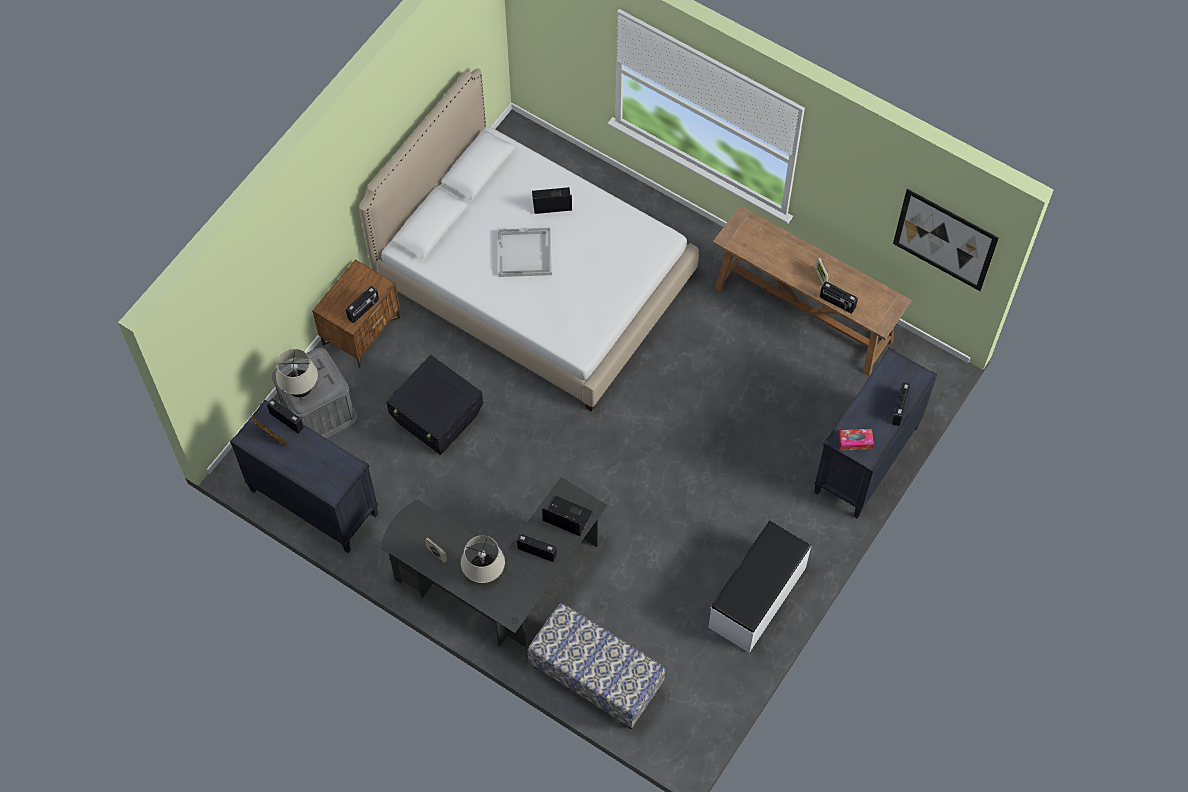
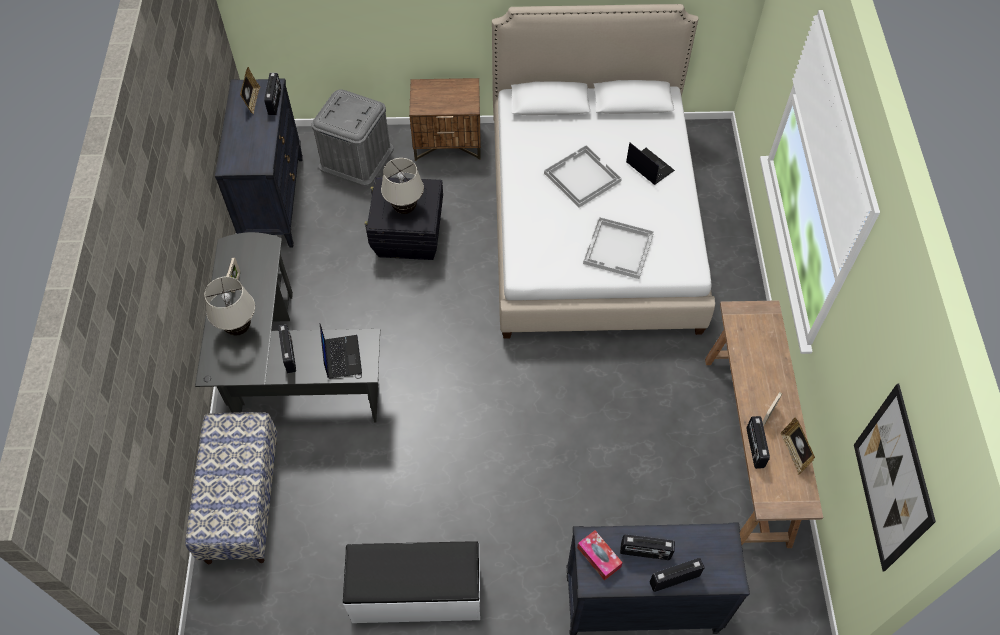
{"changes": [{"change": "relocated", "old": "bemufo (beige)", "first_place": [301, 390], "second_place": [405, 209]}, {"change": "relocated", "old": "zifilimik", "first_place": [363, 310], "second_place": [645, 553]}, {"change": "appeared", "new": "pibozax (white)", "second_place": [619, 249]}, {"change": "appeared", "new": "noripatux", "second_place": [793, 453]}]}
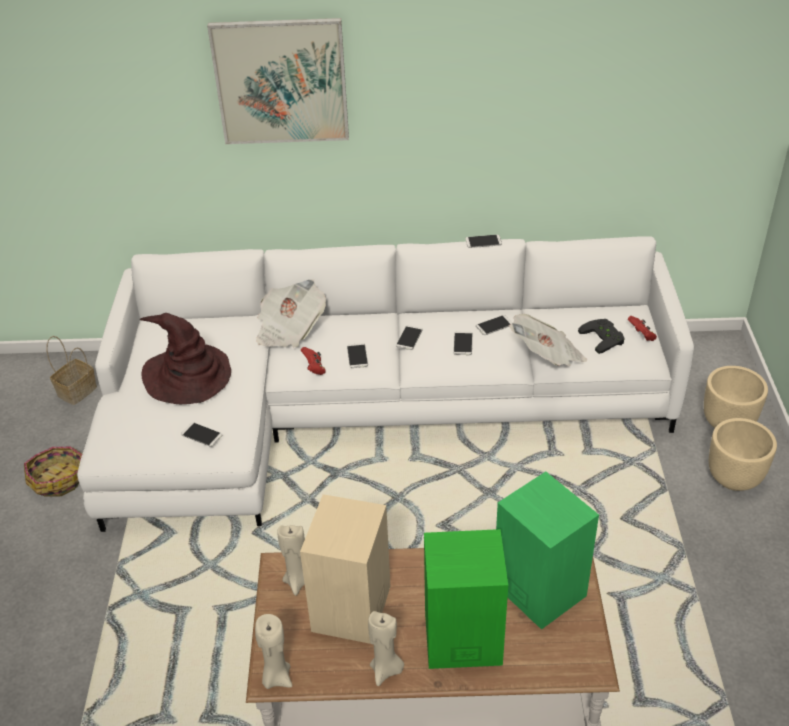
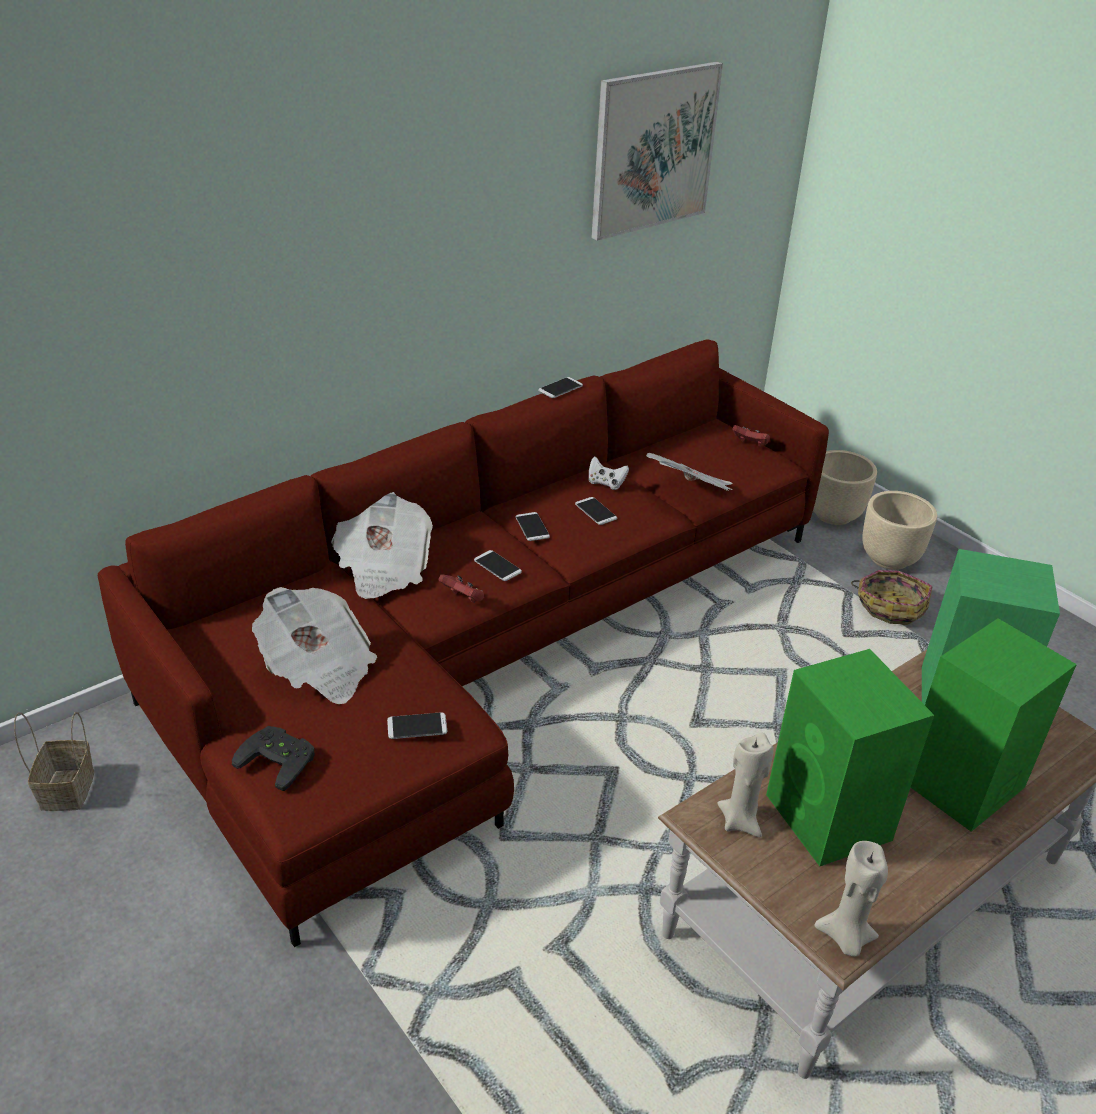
{"changes": [{"change": "relocated", "old": "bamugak", "first_place": [59, 478], "second_place": [890, 606]}, {"change": "colour", "old": "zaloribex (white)", "new": "zaloribex (red)", "first_place": [366, 409], "second_place": [487, 644]}, {"change": "exchanged", "old": "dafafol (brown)", "new": "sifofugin", "first_place": [188, 376], "second_place": [318, 668]}, {"change": "relocated", "old": "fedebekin", "first_place": [281, 81], "second_place": [653, 150]}, {"change": "colour", "old": "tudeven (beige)", "new": "tudeven (green)", "first_place": [350, 610], "second_place": [830, 819]}, {"change": "missing", "old": "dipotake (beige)", "first_place": [386, 670]}, {"change": "exchanged", "old": "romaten", "new": "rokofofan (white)", "first_place": [494, 325], "second_place": [606, 483]}, {"change": "relocated", "old": "rokofofan (black)", "first_place": [604, 338], "second_place": [280, 758]}]}
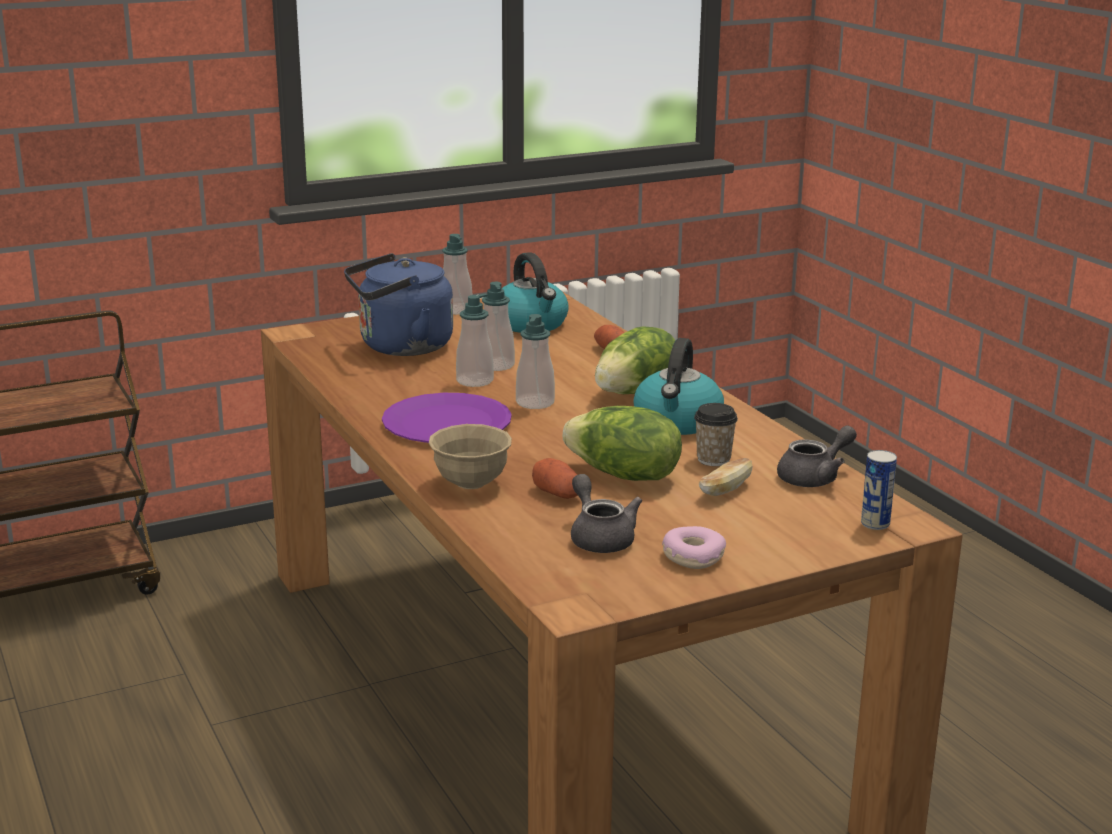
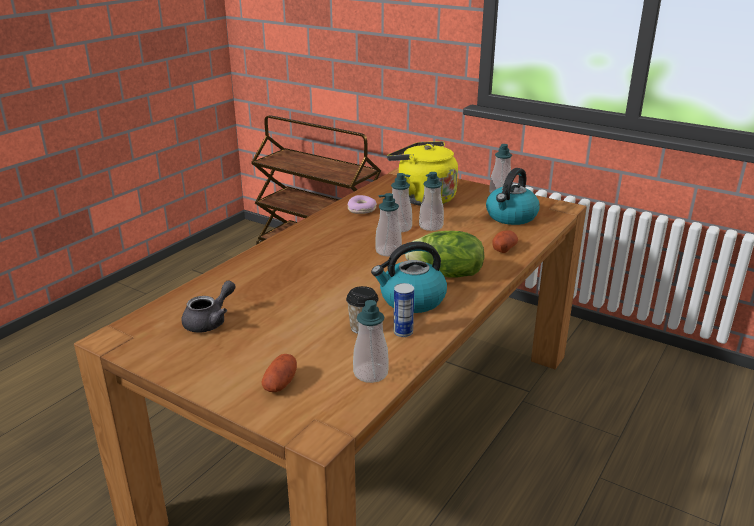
{"changes": [{"change": "colour", "old": "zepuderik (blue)", "new": "zepuderik (yellow)", "first_place": [400, 347], "second_place": [422, 198]}, {"change": "missing", "old": "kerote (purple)", "first_place": [446, 423]}, {"change": "missing", "old": "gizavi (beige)", "first_place": [471, 483]}, {"change": "relocated", "old": "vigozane", "first_place": [557, 493], "second_place": [280, 383]}, {"change": "missing", "old": "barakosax", "first_place": [623, 475]}, {"change": "relocated", "old": "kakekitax", "first_place": [693, 557], "second_place": [362, 209]}, {"change": "missing", "old": "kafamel", "first_place": [724, 490]}, {"change": "exchanged", "old": "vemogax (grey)", "new": "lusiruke", "first_place": [815, 477], "second_place": [370, 373]}, {"change": "relocated", "old": "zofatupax", "first_place": [875, 524], "second_place": [403, 332]}]}
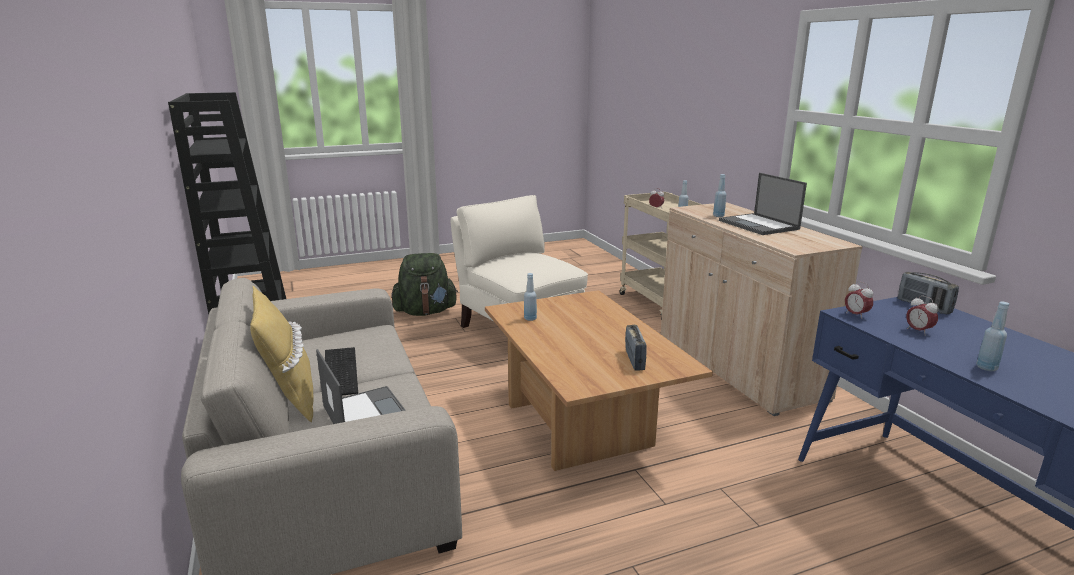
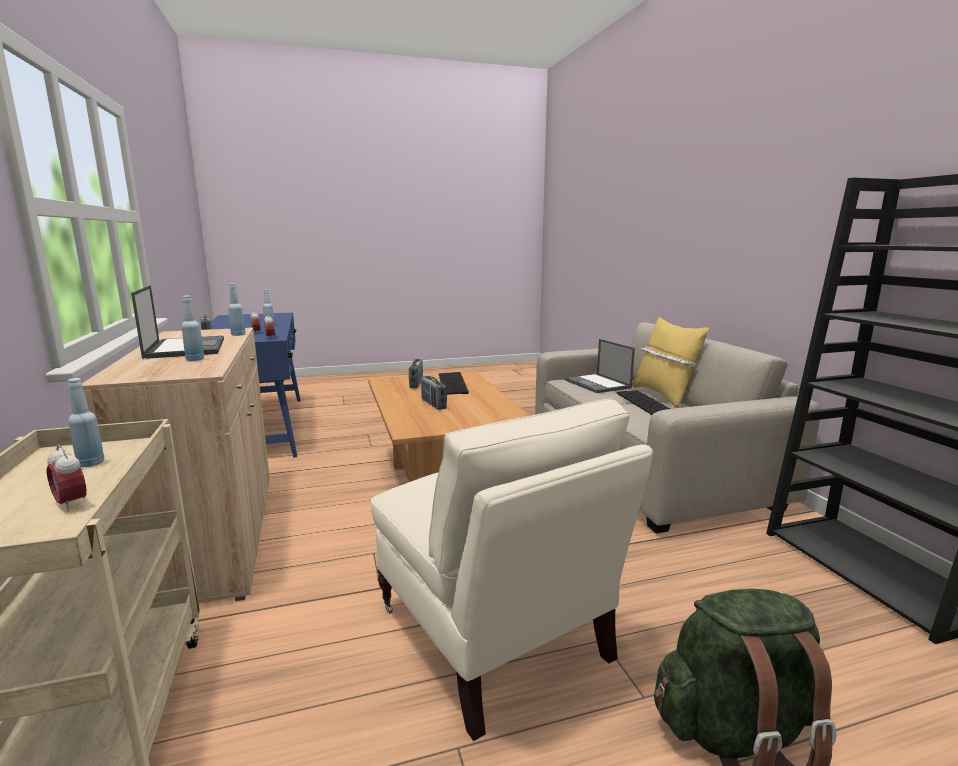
{"changes": [{"change": "relocated", "old": "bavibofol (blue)", "first_place": [530, 319], "second_place": [238, 334]}, {"change": "appeared", "new": "zifilimik", "second_place": [433, 404]}, {"change": "appeared", "new": "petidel", "second_place": [454, 383]}]}
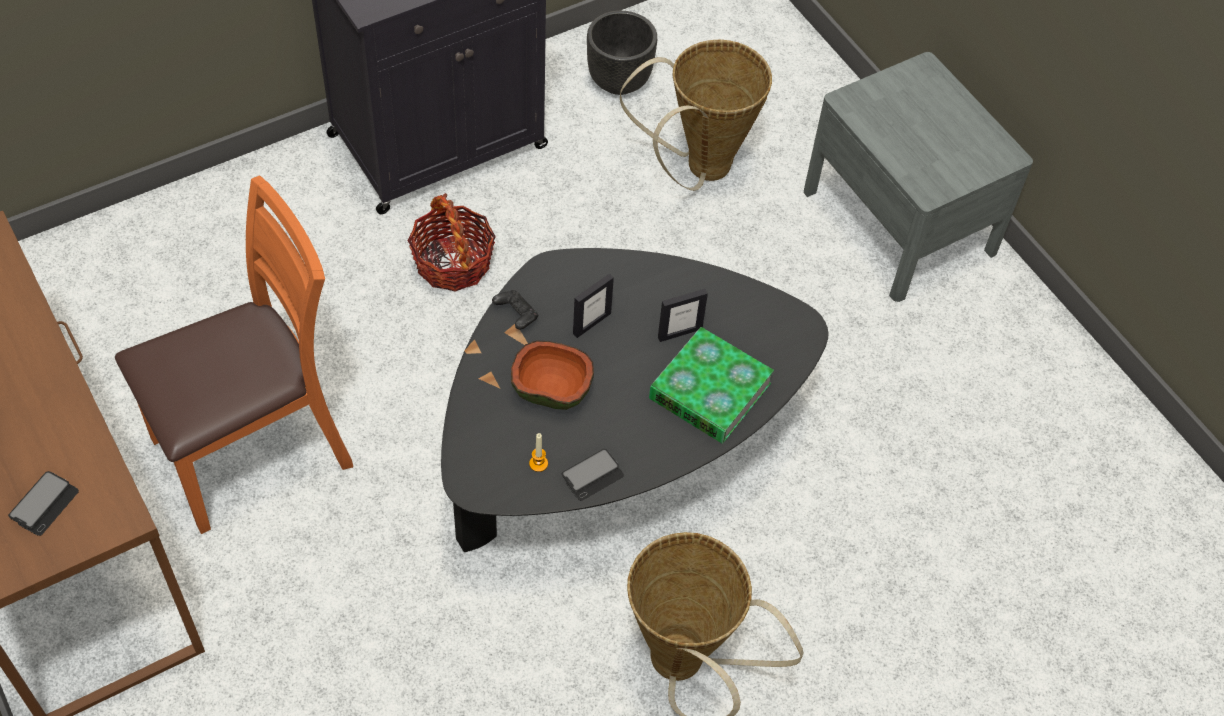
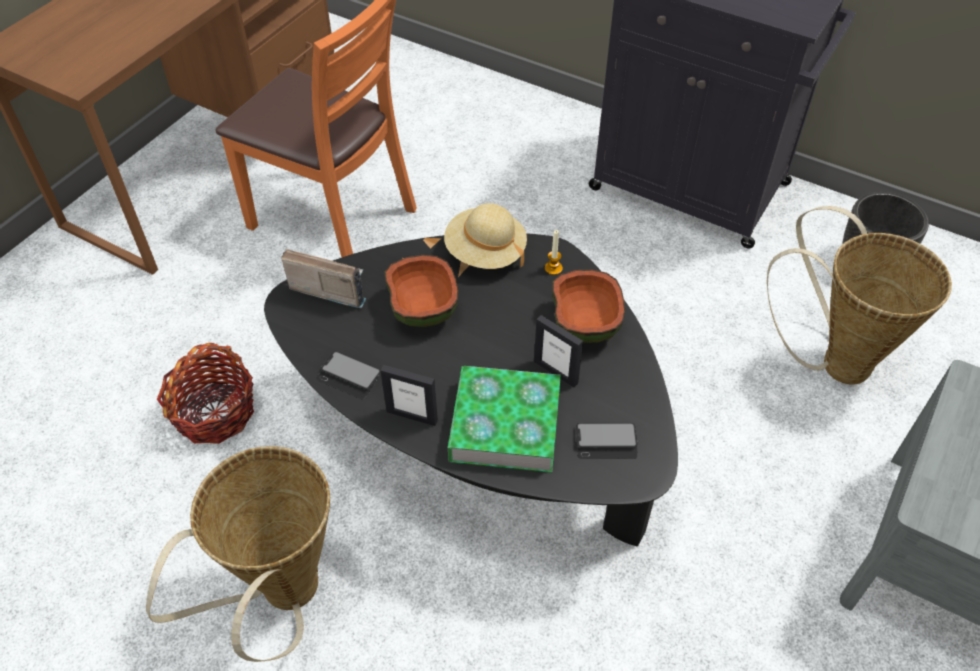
{"changes": [{"change": "relocated", "old": "romaten", "first_place": [44, 504], "second_place": [606, 442]}, {"change": "relocated", "old": "bamugak", "first_place": [452, 262], "second_place": [214, 412]}, {"change": "exchanged", "old": "rokofofan (black)", "new": "dafafol (beige)", "first_place": [516, 315], "second_place": [485, 252]}, {"change": "relocated", "old": "dipotake", "first_place": [538, 464], "second_place": [553, 268]}, {"change": "relocated", "old": "noripatux", "first_place": [591, 323], "second_place": [412, 415]}, {"change": "appeared", "new": "zifilimik", "second_place": [329, 287]}, {"change": "appeared", "new": "gizavi", "second_place": [584, 323]}]}
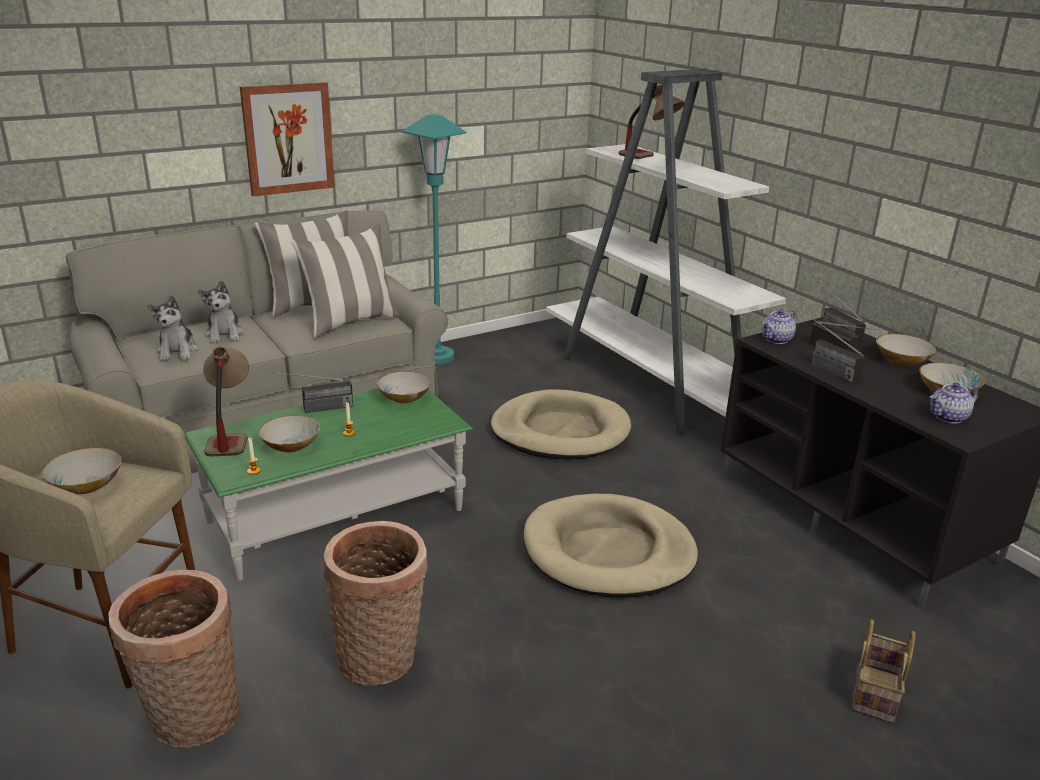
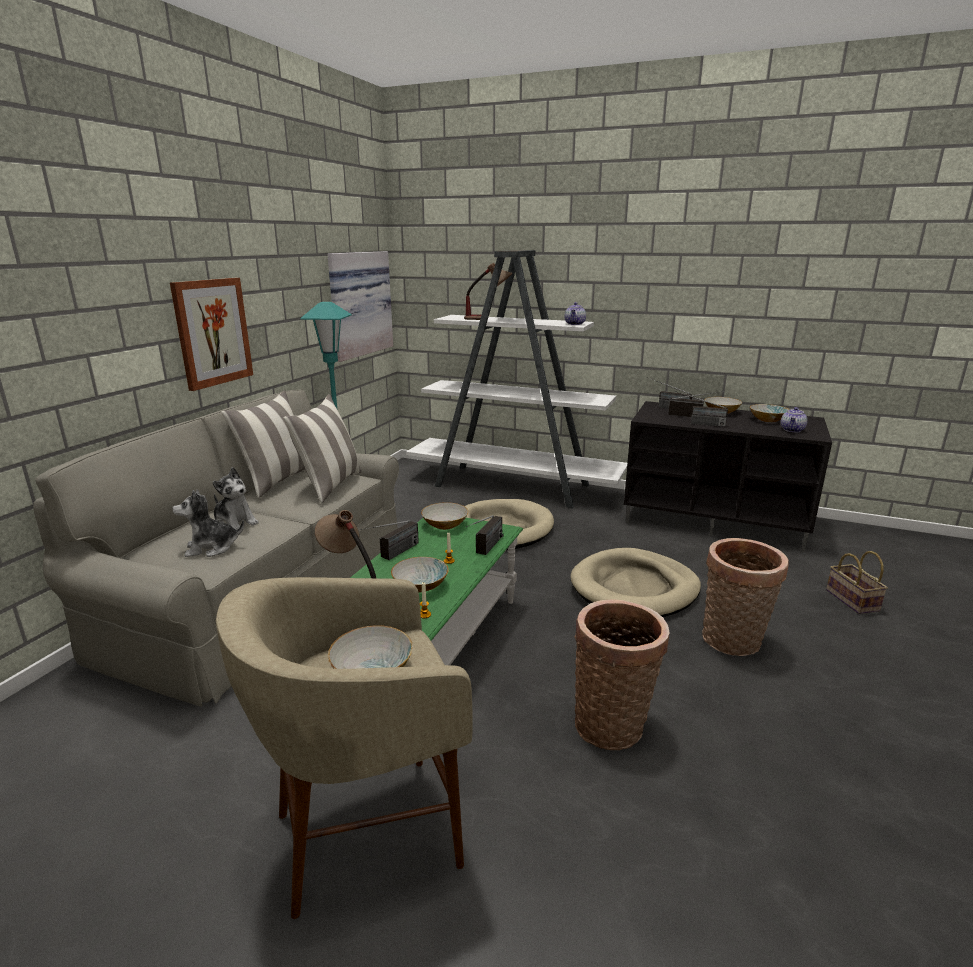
{"changes": [{"change": "relocated", "old": "bamugak", "first_place": [191, 720], "second_place": [732, 642]}, {"change": "spun", "old": "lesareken", "first_place": [178, 351], "second_place": [211, 548], "degrees": 120}, {"change": "relocated", "old": "vemogax", "first_place": [776, 339], "second_place": [575, 324]}, {"change": "appeared", "new": "fedebekin", "second_place": [358, 304]}, {"change": "appeared", "new": "zifilimik", "second_place": [486, 550]}]}
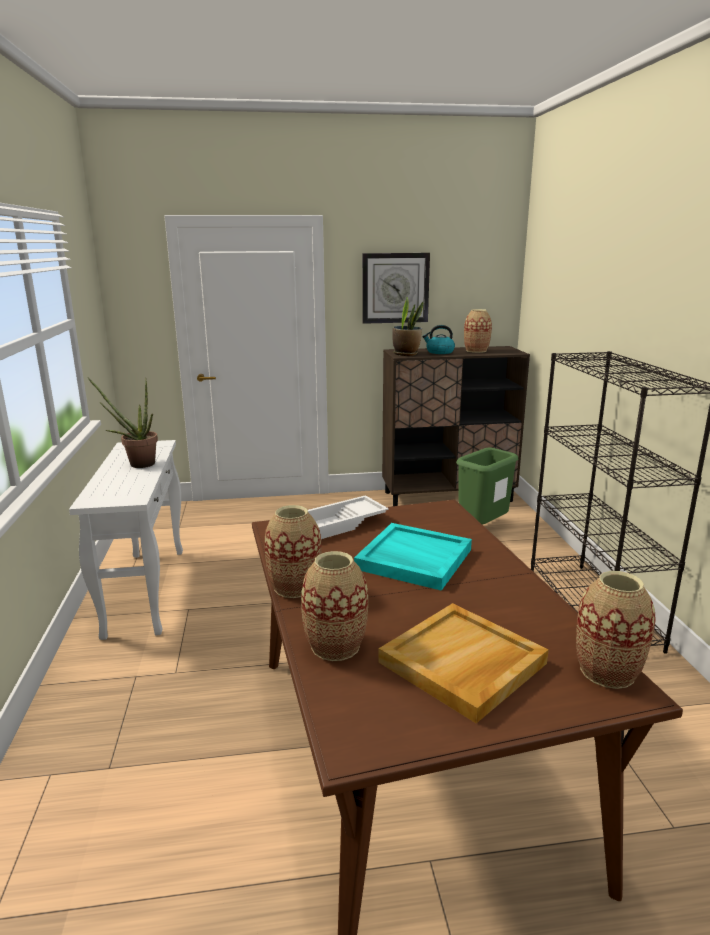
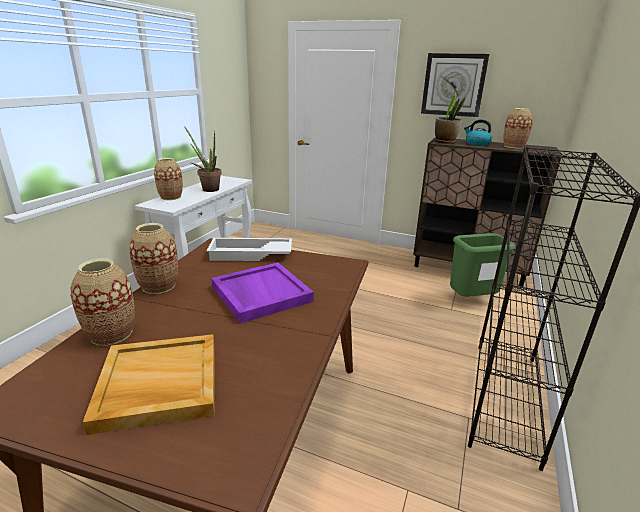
{"changes": [{"change": "colour", "old": "pibozax (turquoise)", "new": "pibozax (purple)", "first_place": [413, 559], "second_place": [260, 294]}, {"change": "relocated", "old": "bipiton", "first_place": [607, 671], "second_place": [171, 197]}]}
